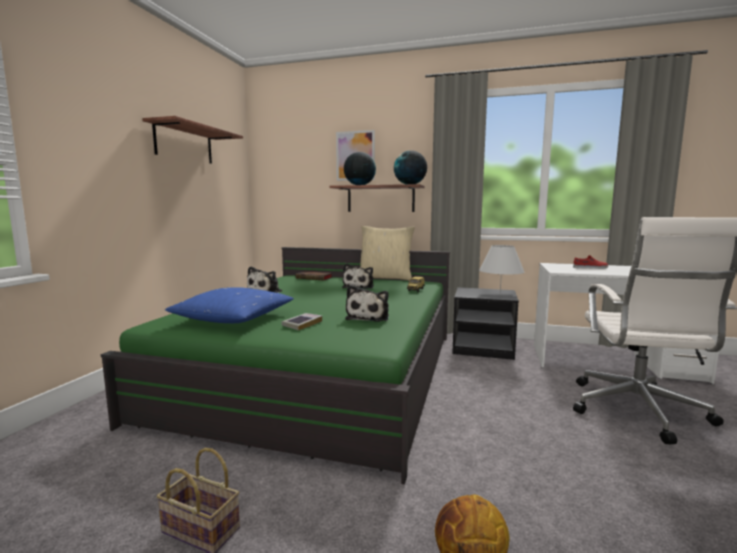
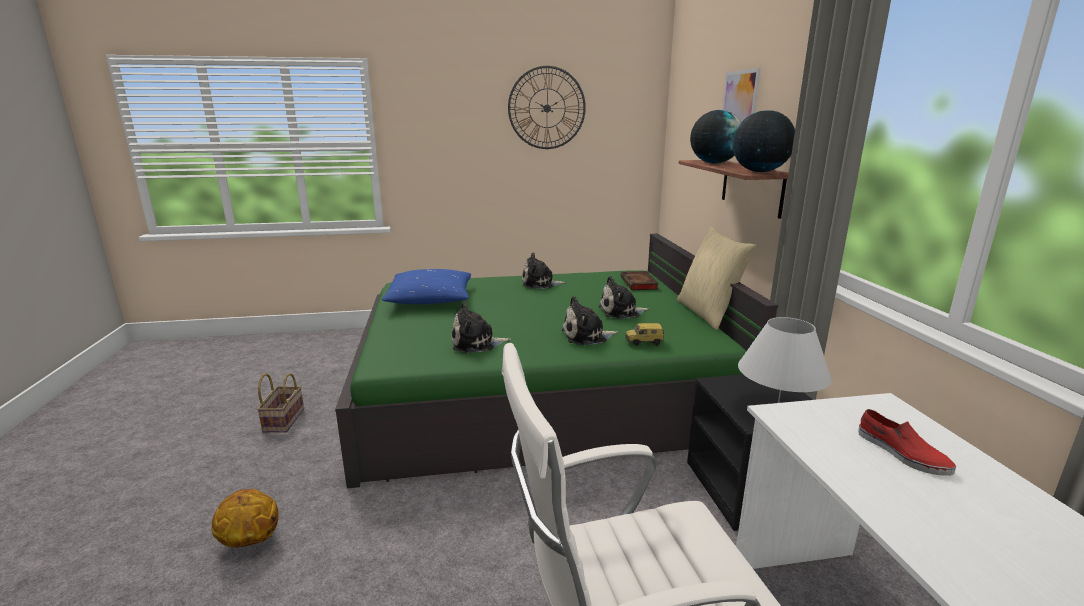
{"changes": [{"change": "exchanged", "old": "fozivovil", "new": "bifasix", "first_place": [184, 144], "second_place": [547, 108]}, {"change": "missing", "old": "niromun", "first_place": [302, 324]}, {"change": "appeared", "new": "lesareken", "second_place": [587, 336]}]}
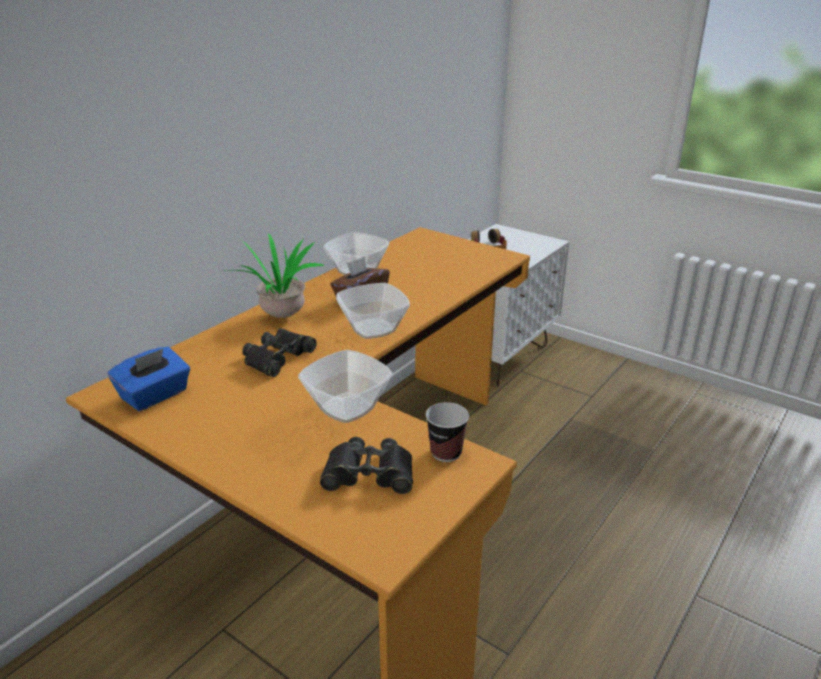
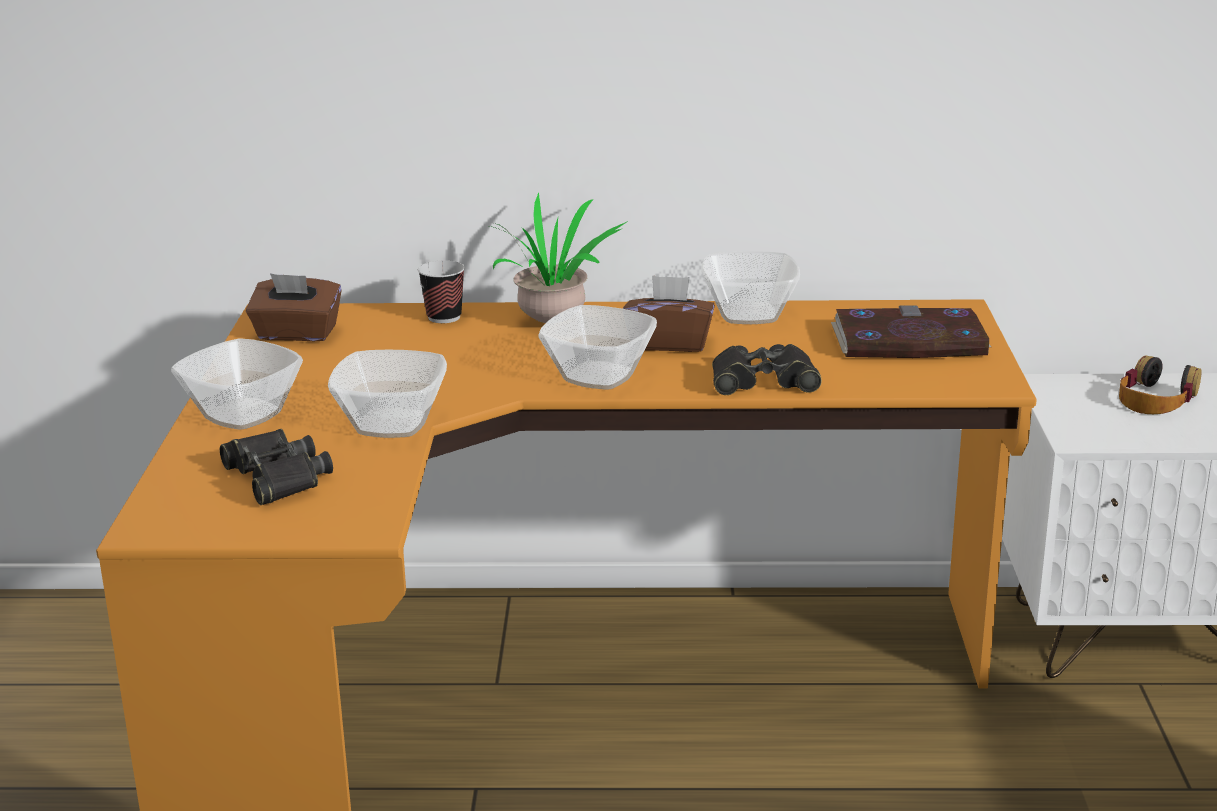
{"changes": [{"change": "colour", "old": "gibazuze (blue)", "new": "gibazuze (brown)", "first_place": [155, 395], "second_place": [296, 334]}, {"change": "relocated", "old": "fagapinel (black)", "first_place": [278, 358], "second_place": [763, 381]}, {"change": "relocated", "old": "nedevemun", "first_place": [446, 453], "second_place": [444, 317]}, {"change": "appeared", "new": "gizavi", "second_place": [245, 414]}, {"change": "appeared", "new": "niromun", "second_place": [908, 342]}]}
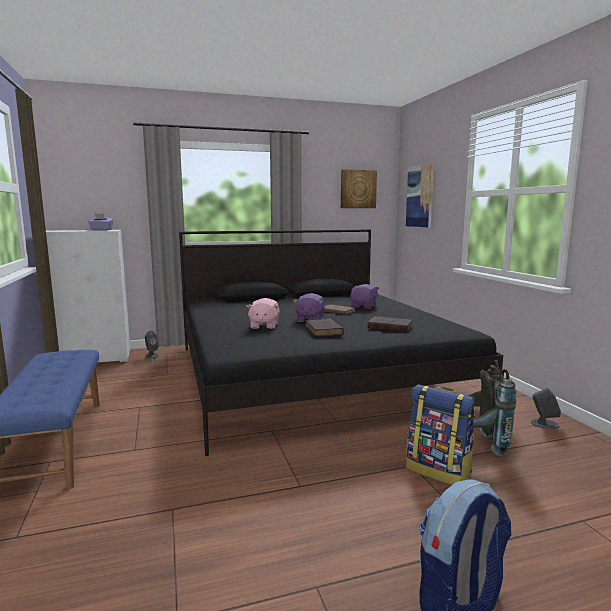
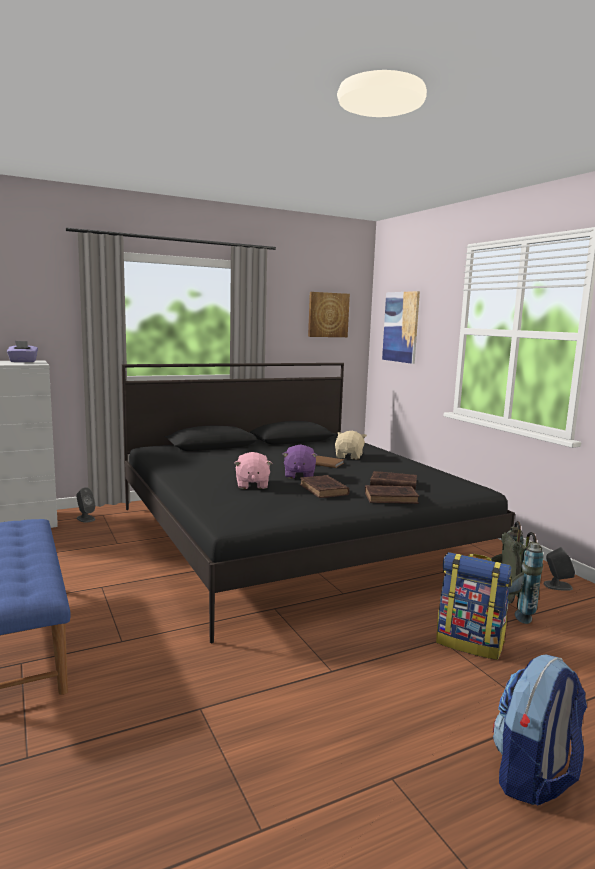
{"changes": [{"change": "colour", "old": "lesareken (purple)", "new": "lesareken (beige)", "first_place": [364, 306], "second_place": [349, 456]}, {"change": "appeared", "new": "niromun (brown)", "second_place": [392, 498]}]}
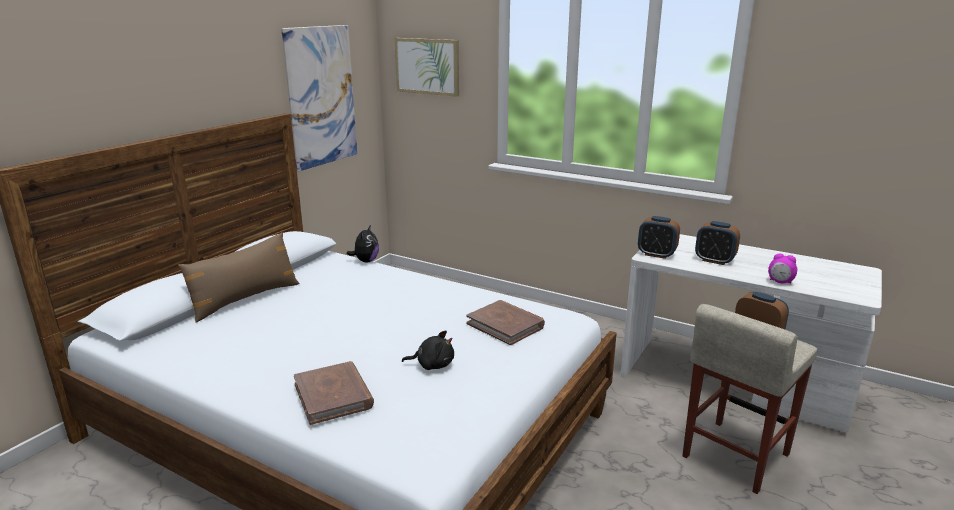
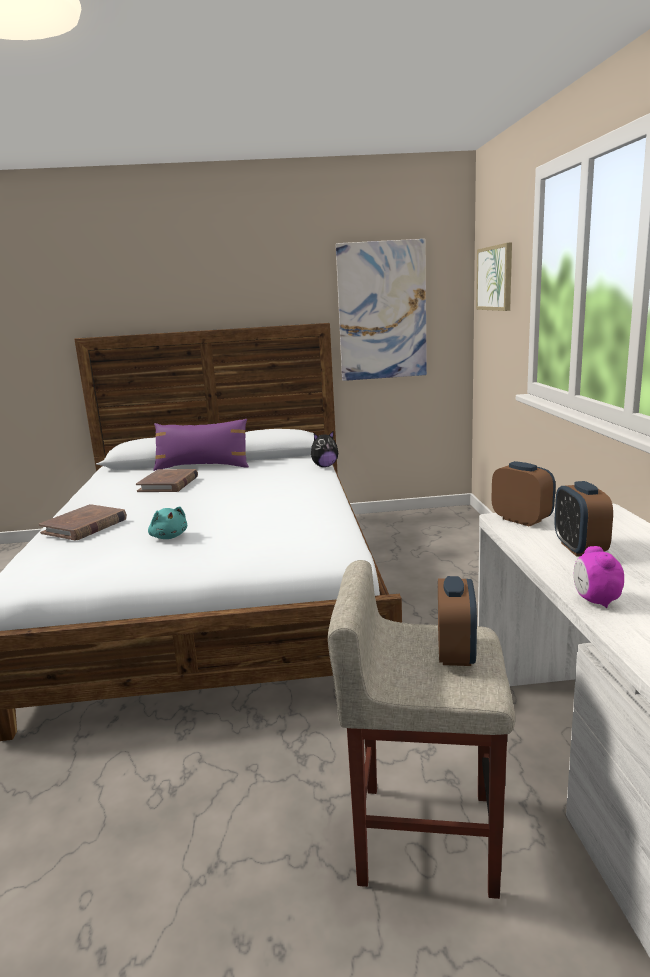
{"changes": [{"change": "colour", "old": "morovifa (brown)", "new": "morovifa (purple)", "first_place": [245, 299], "second_place": [203, 467]}, {"change": "colour", "old": "lesareken (black)", "new": "lesareken (turquoise)", "first_place": [432, 364], "second_place": [169, 536]}, {"change": "relocated", "old": "niromun (brown)", "first_place": [505, 325], "second_place": [168, 484]}, {"change": "spun", "old": "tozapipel", "first_place": [656, 254], "second_place": [522, 520], "degrees": 150}]}
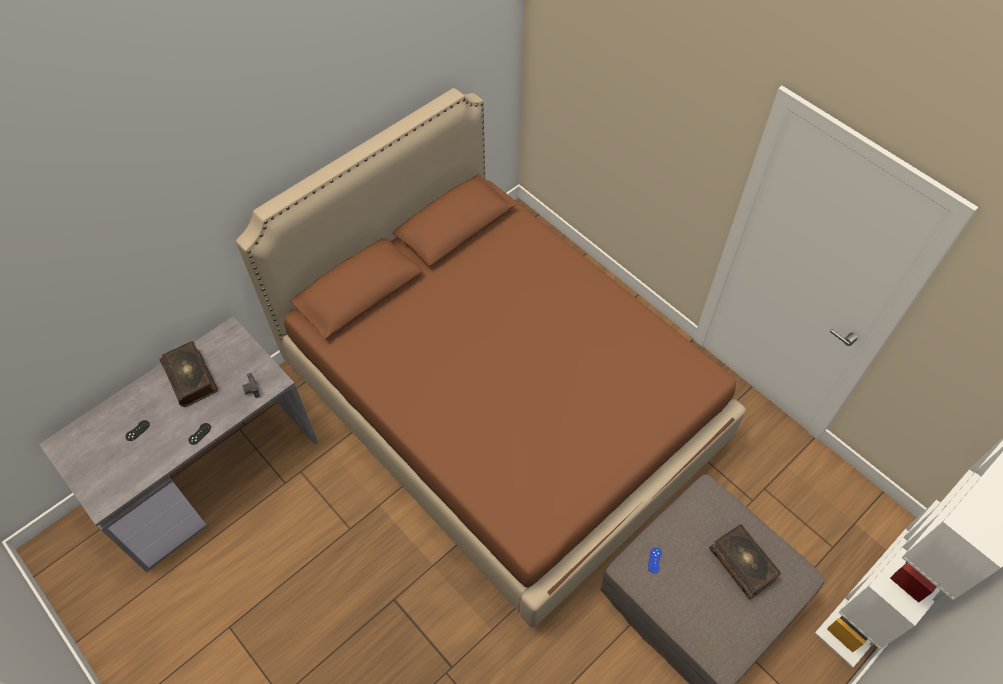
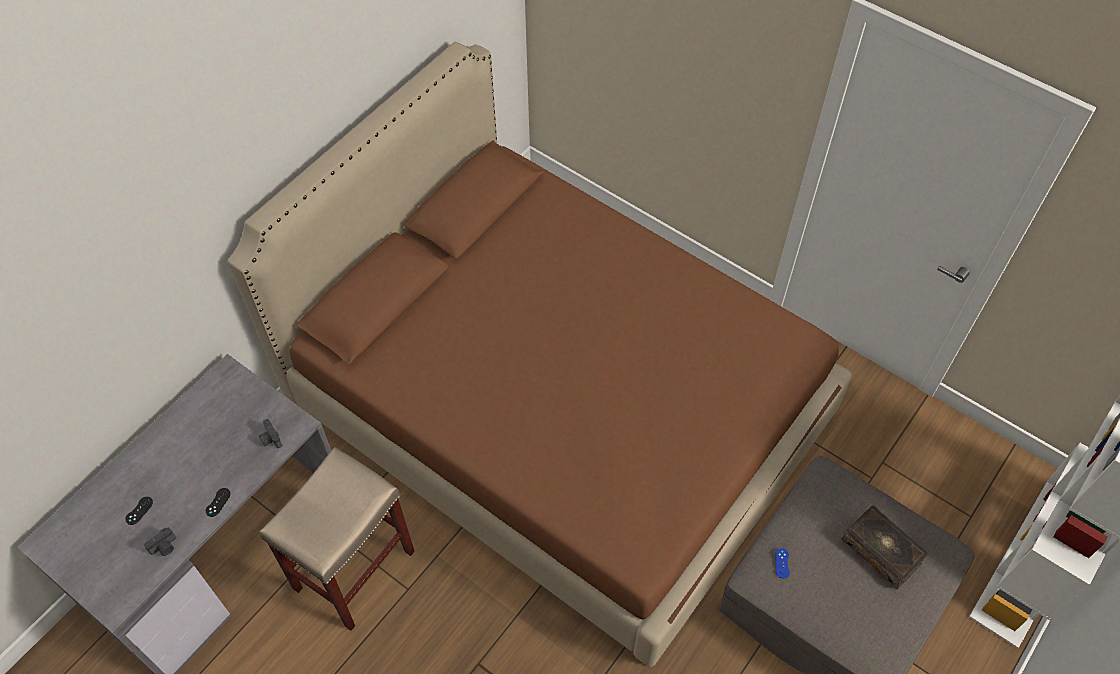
{"changes": [{"change": "missing", "old": "niromun", "first_place": [191, 378]}, {"change": "appeared", "new": "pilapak", "second_place": [164, 547]}, {"change": "appeared", "new": "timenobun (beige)", "second_place": [354, 568]}]}
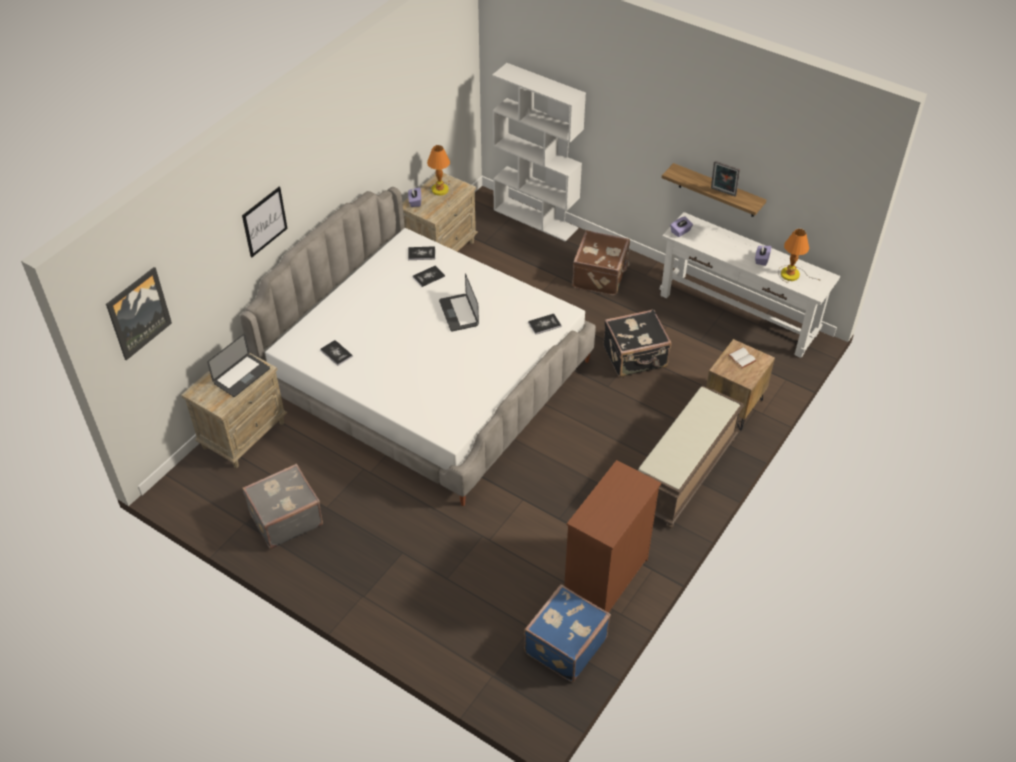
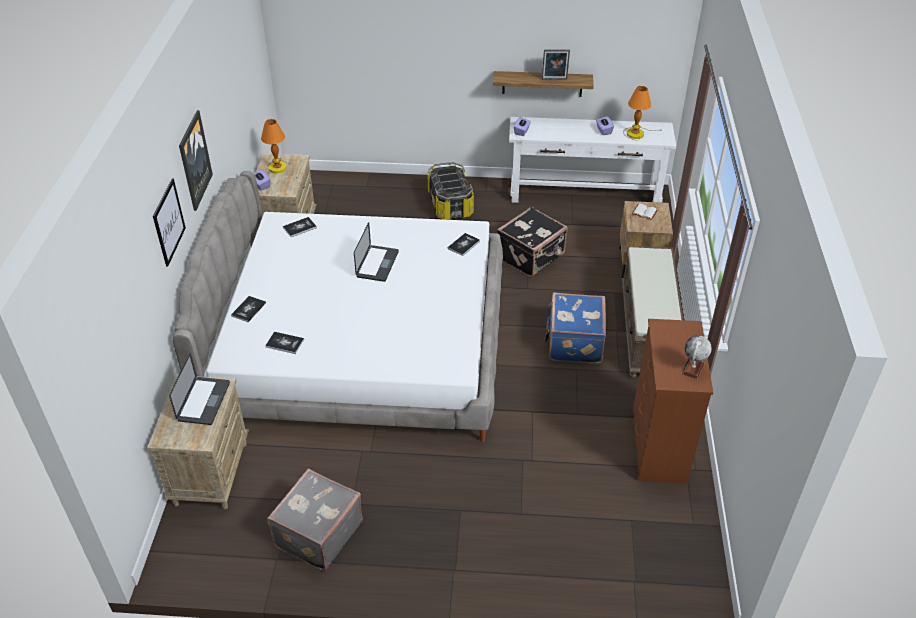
{"changes": [{"change": "relocated", "old": "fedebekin", "first_place": [138, 313], "second_place": [194, 160]}, {"change": "relocated", "old": "niromun", "first_place": [428, 276], "second_place": [248, 309]}, {"change": "spun", "old": "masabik", "first_place": [458, 313], "second_place": [377, 264], "degrees": -120}, {"change": "missing", "old": "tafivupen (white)", "first_place": [536, 219]}, {"change": "relocated", "old": "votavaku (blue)", "first_place": [564, 645], "second_place": [573, 343]}, {"change": "exchanged", "old": "votavaku (brown)", "new": "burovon", "first_place": [601, 276], "second_place": [450, 204]}, {"change": "appeared", "new": "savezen", "second_place": [692, 368]}]}
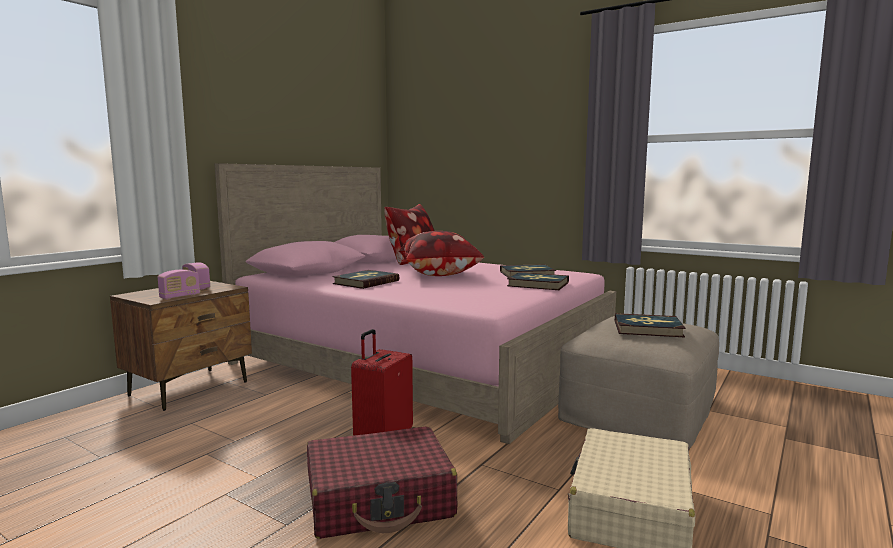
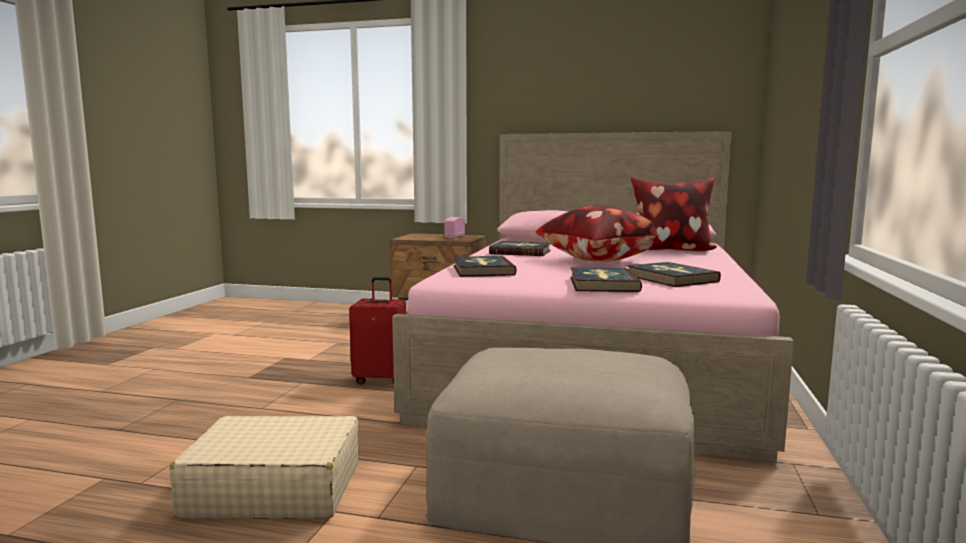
{"changes": [{"change": "missing", "old": "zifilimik", "first_place": [180, 296]}, {"change": "missing", "old": "votavaku (red)", "first_place": [380, 500]}, {"change": "relocated", "old": "niromun", "first_place": [647, 329], "second_place": [482, 270]}]}
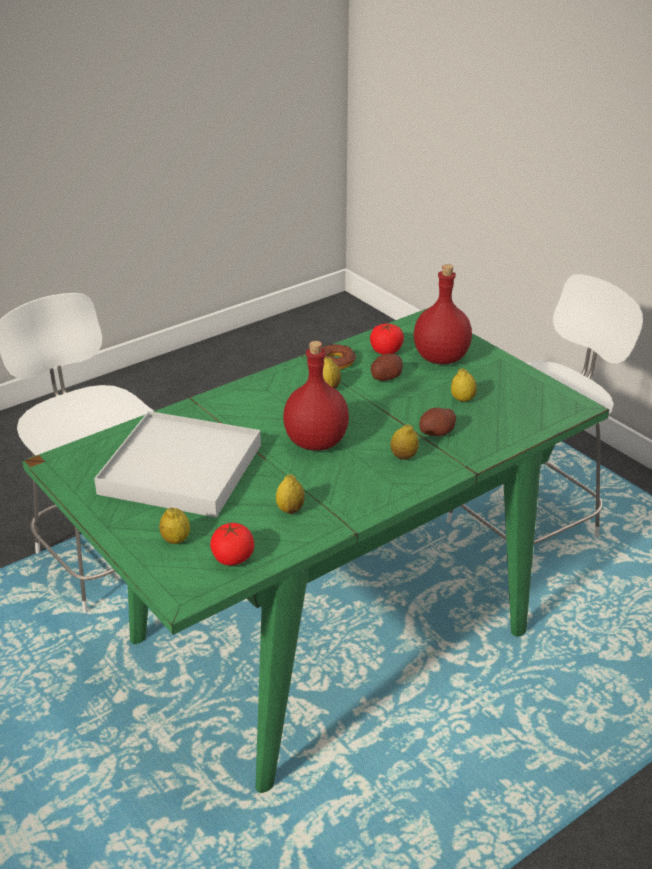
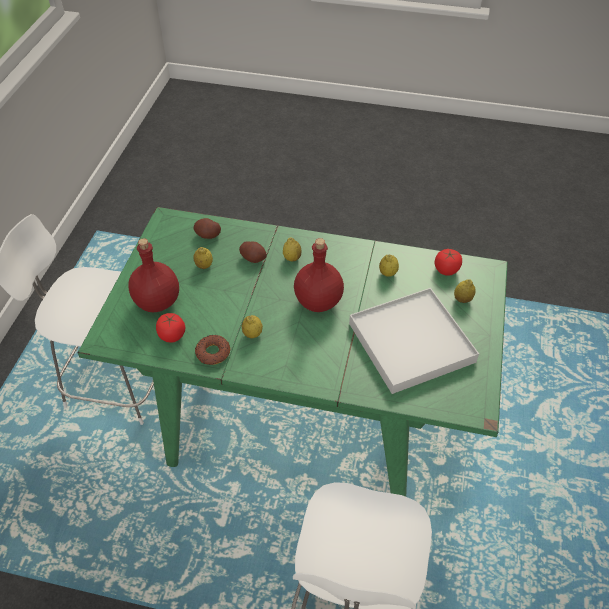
{"changes": [{"change": "relocated", "old": "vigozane", "first_place": [386, 377], "second_place": [208, 235]}]}
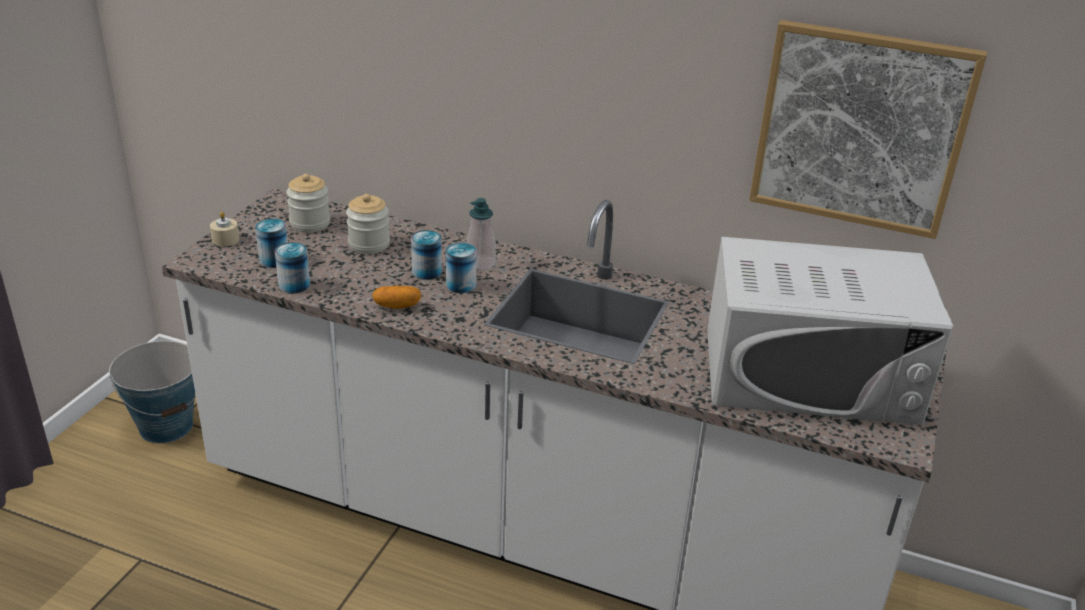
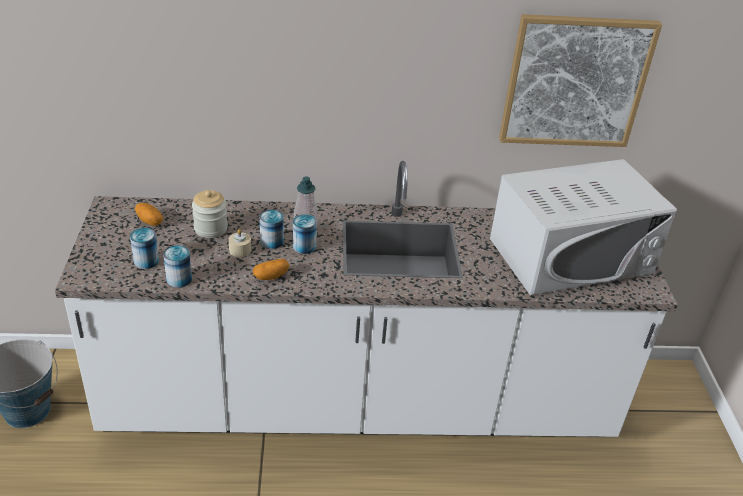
{"changes": [{"change": "relocated", "old": "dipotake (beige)", "first_place": [225, 239], "second_place": [240, 250]}, {"change": "exchanged", "old": "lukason", "new": "vigozane", "first_place": [310, 223], "second_place": [150, 221]}]}
